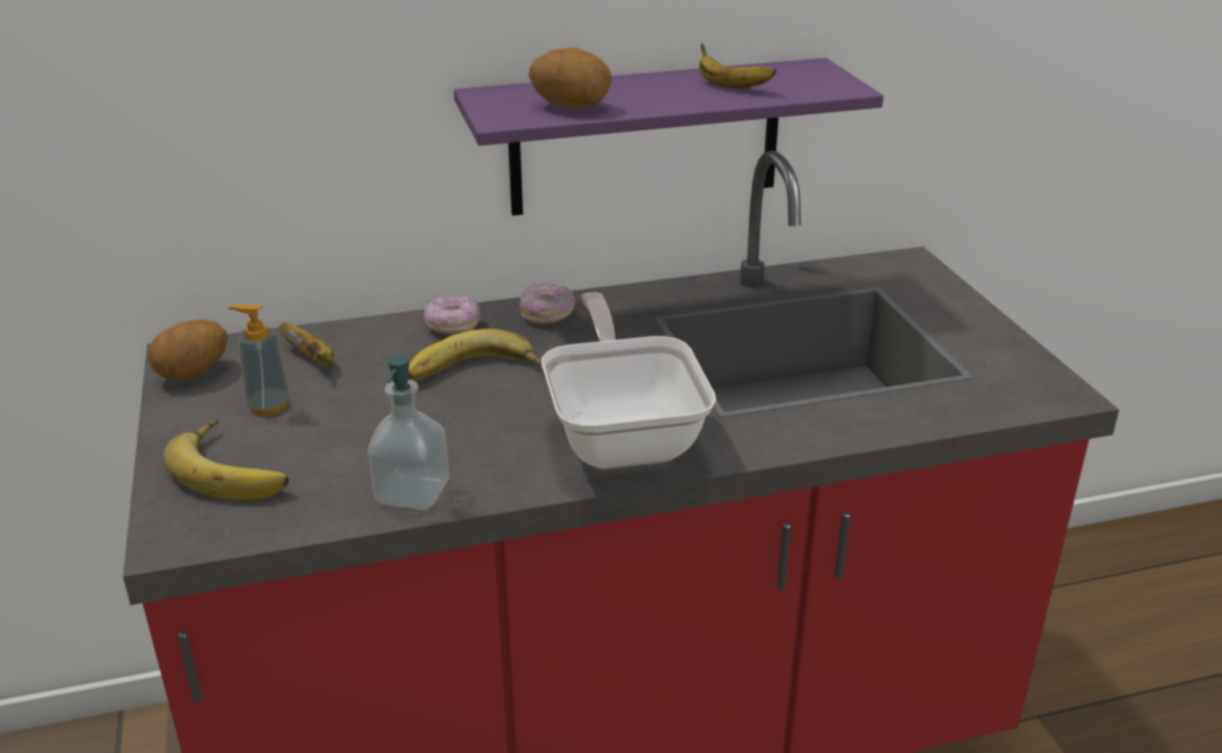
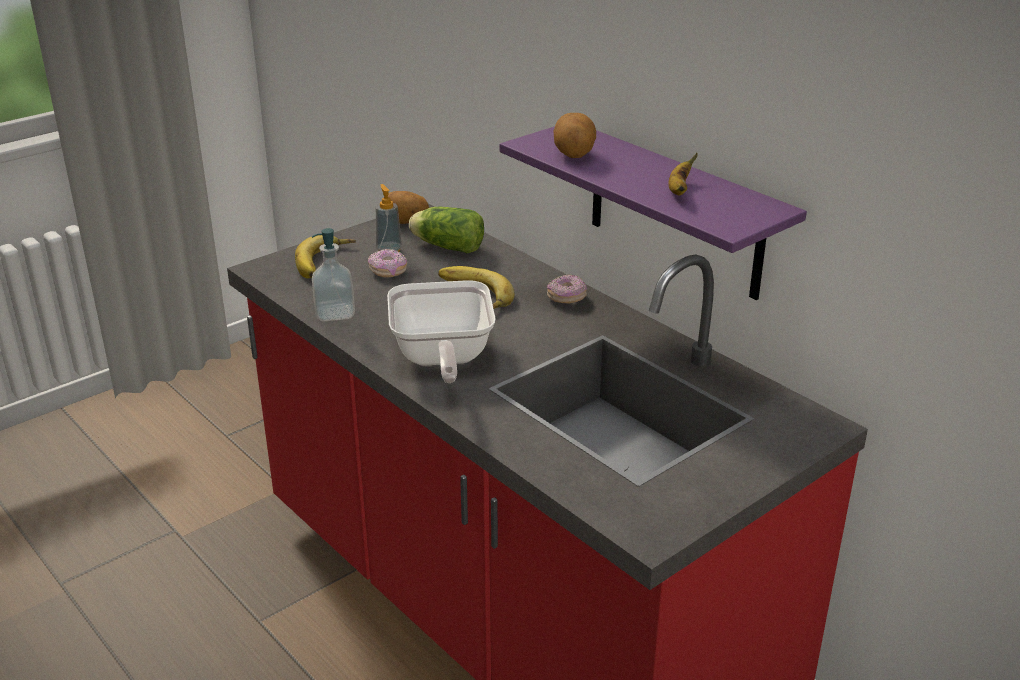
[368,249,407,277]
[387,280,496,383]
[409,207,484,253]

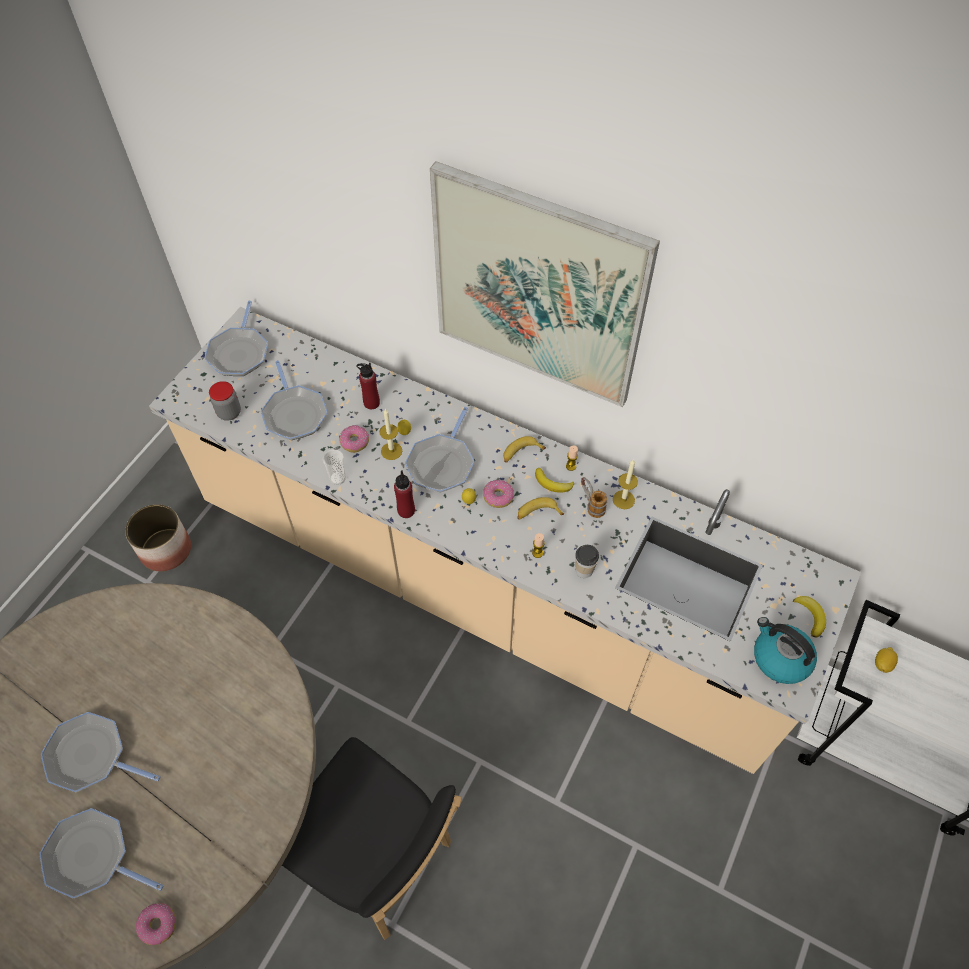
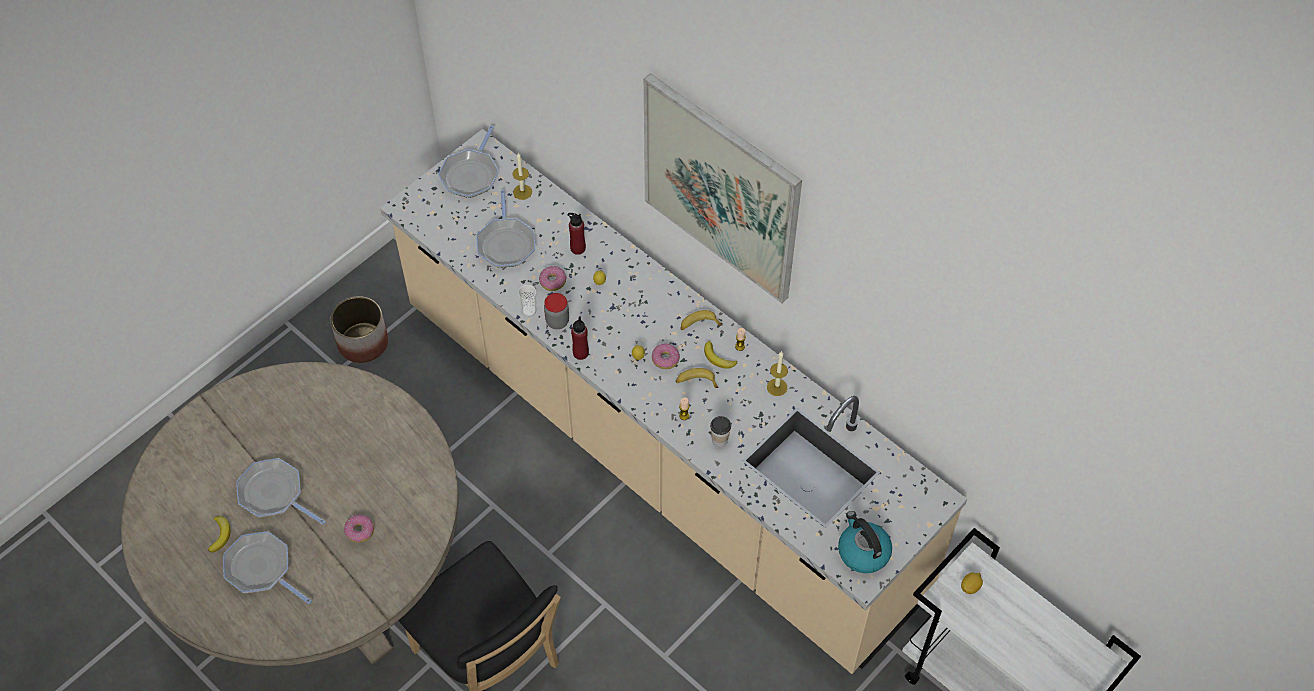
[208,516,231,553]
[344,514,374,543]
[512,153,532,200]
[544,293,569,329]
[405,407,474,493] (first image)
[581,477,607,518] (first image)

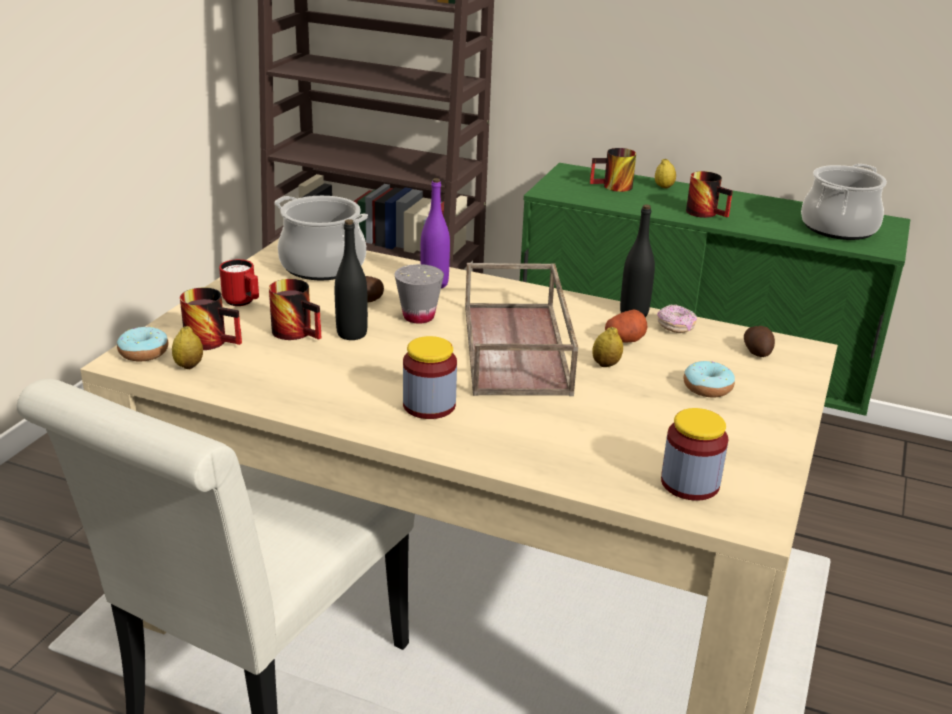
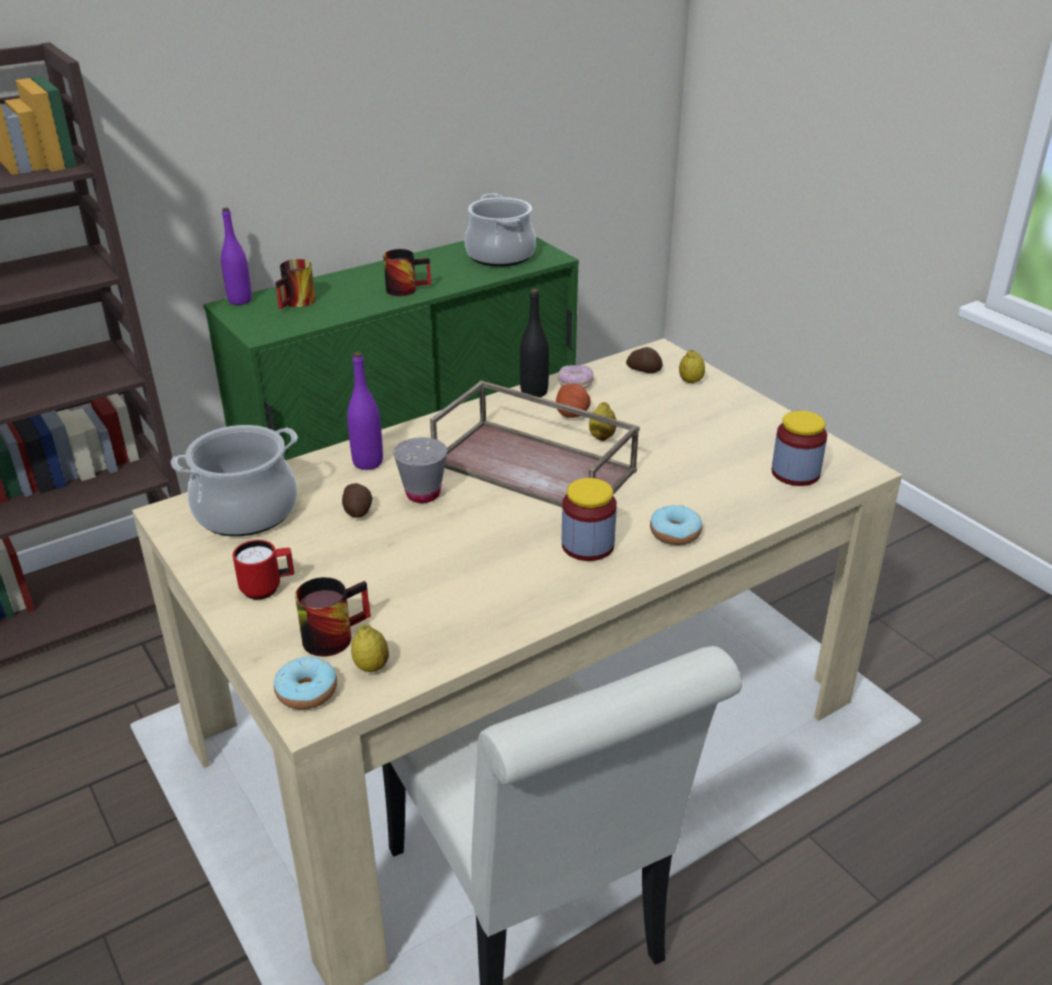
[221,208,252,305]
[650,505,702,545]
[679,350,705,383]
[269,279,321,340] (first image)
[335,219,368,340] (first image)

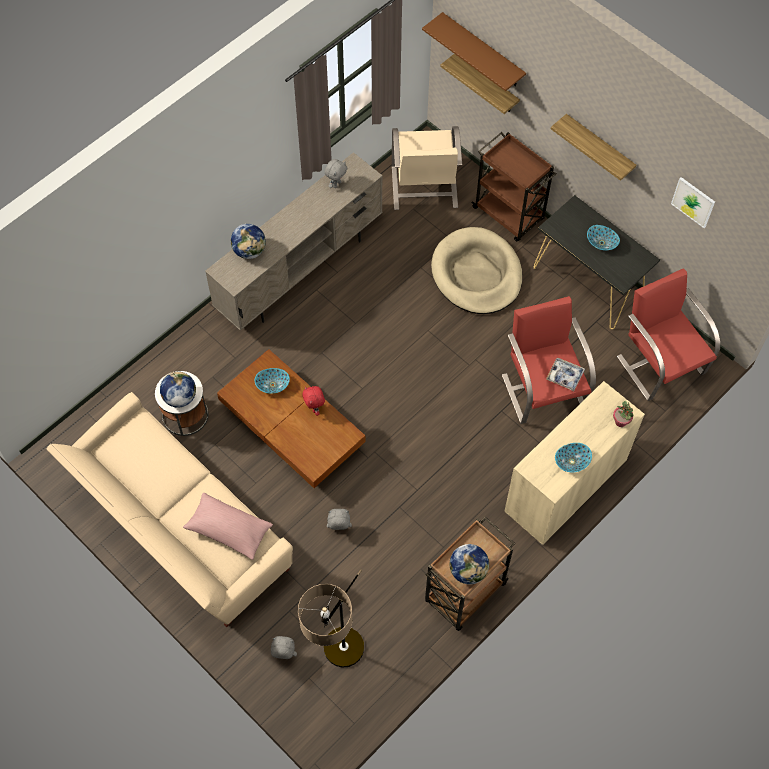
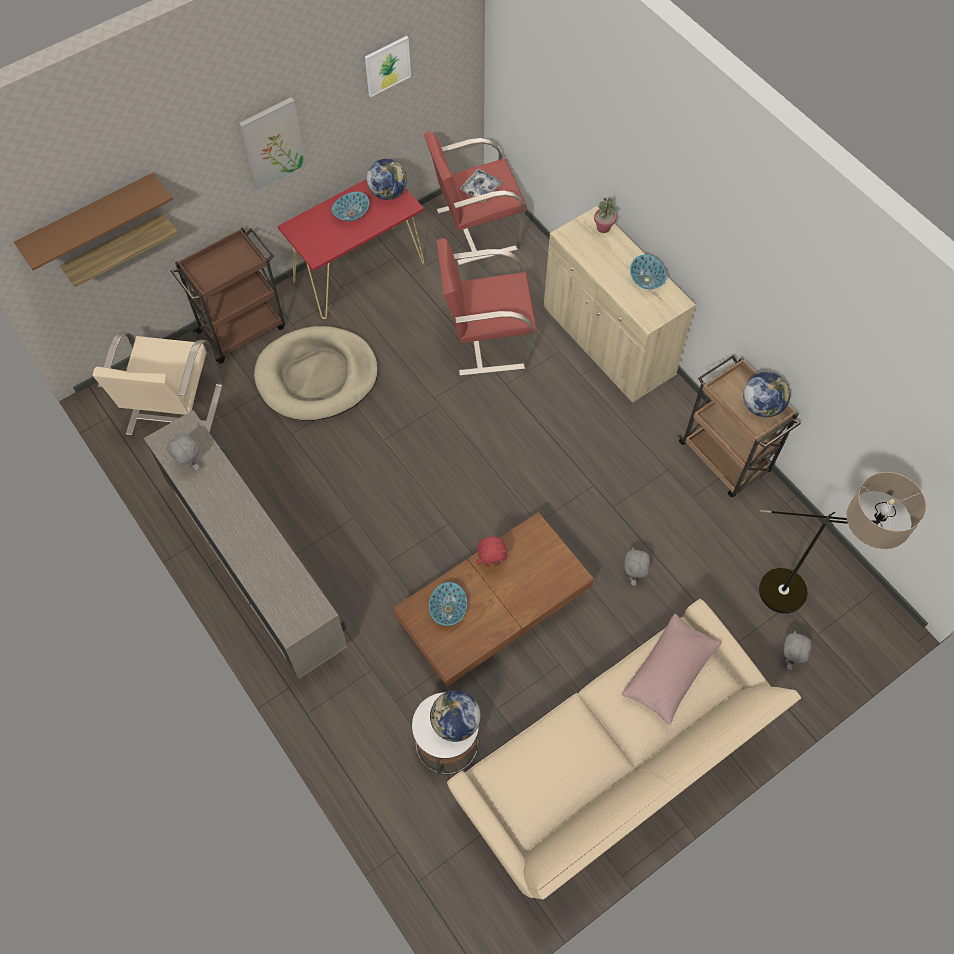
[93,332,222,435]
[239,97,306,190]
[278,179,424,319]
[367,159,407,200]
[460,169,503,202]

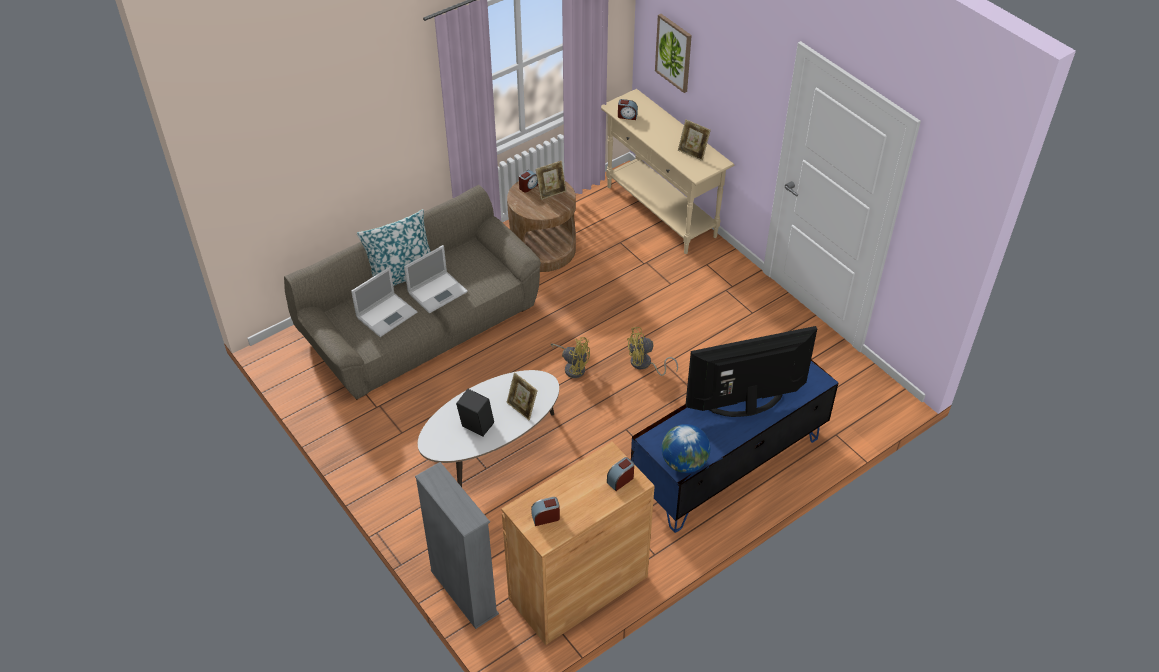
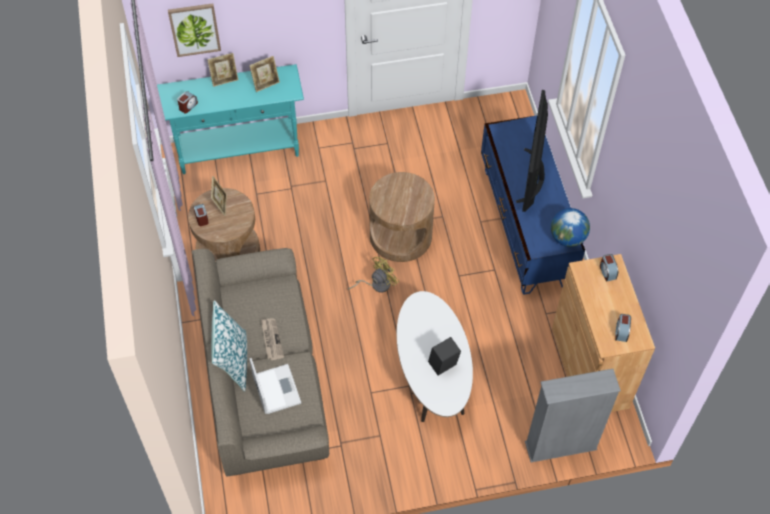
[157,64,304,174]
[207,53,238,87]
[261,318,284,360]
[369,172,435,262]

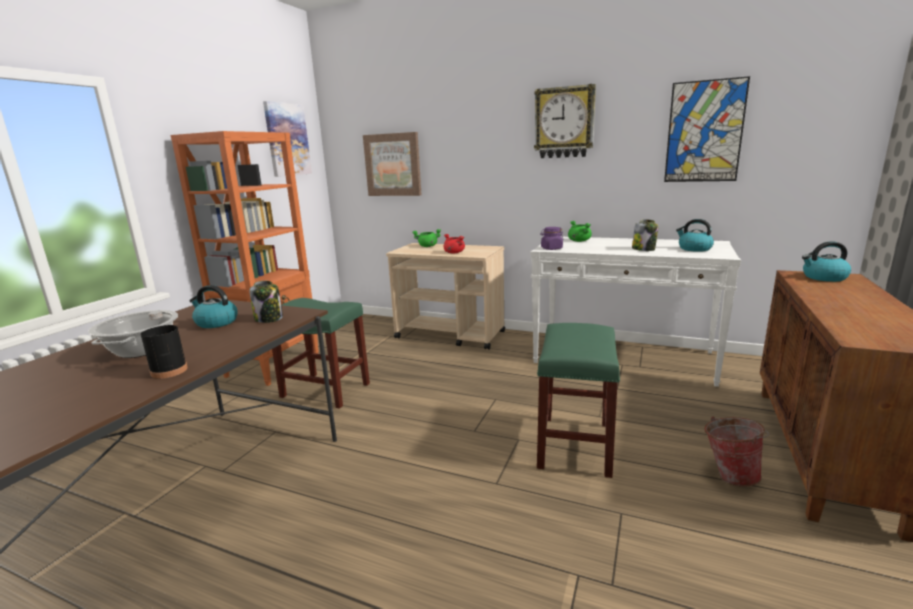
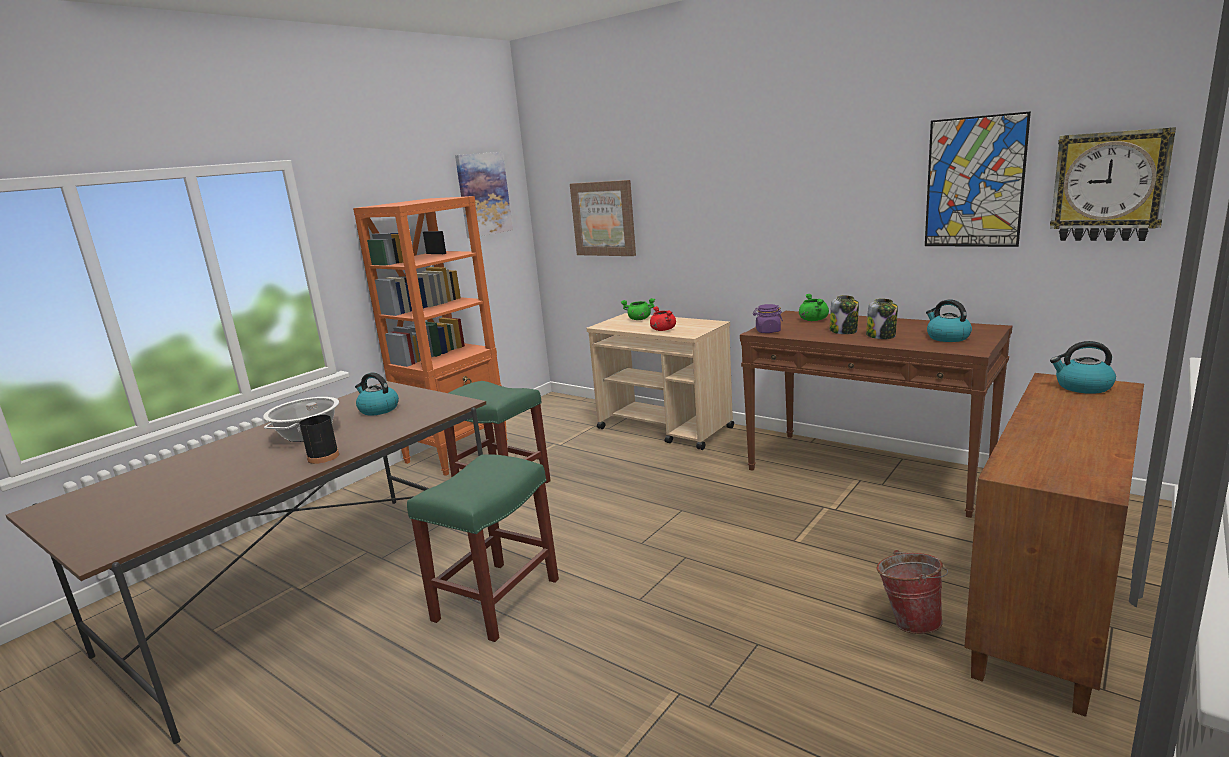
[407,454,559,642]
[740,311,1012,518]
[830,295,859,334]
[1050,127,1176,241]

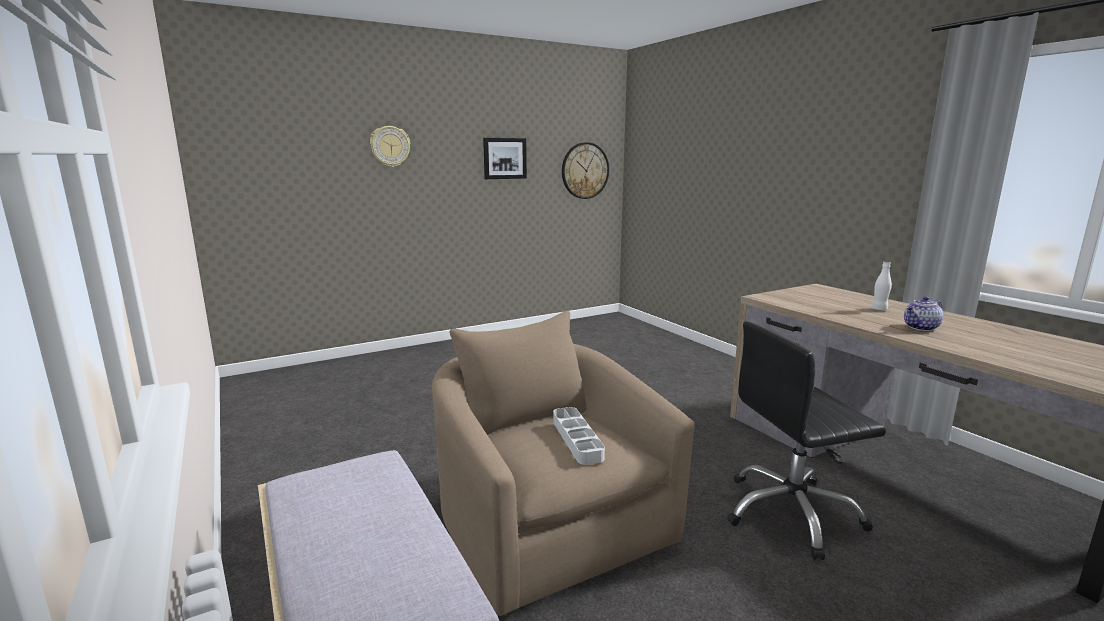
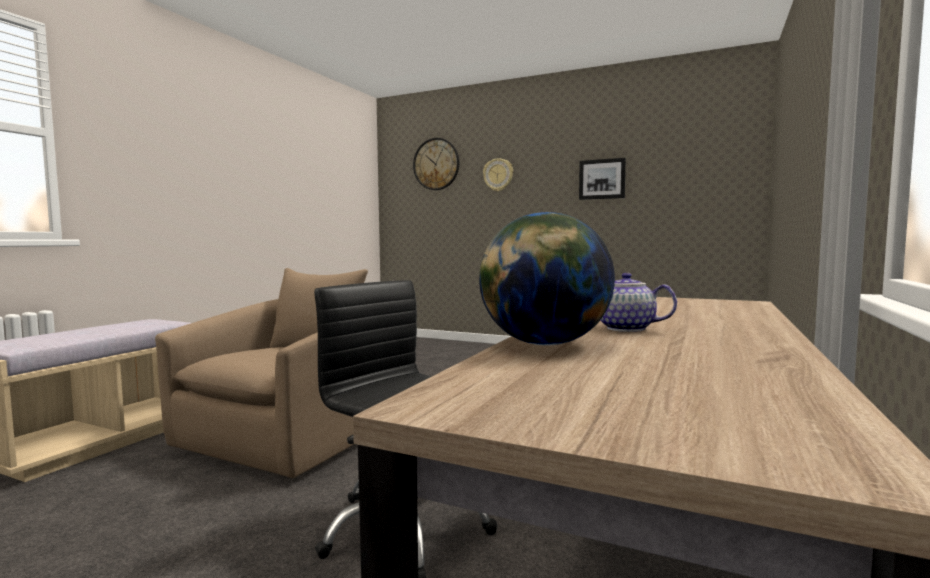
[413,138,460,190]
[479,212,615,346]
[553,407,605,465] (first image)
[871,262,892,310] (first image)

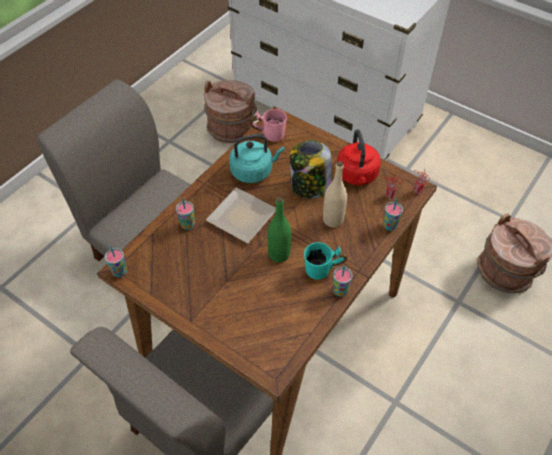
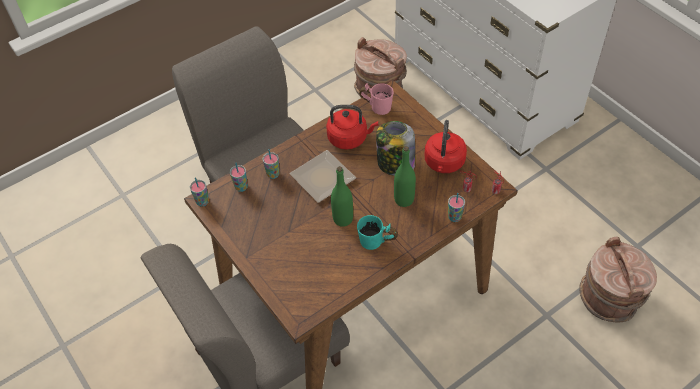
[230,163,248,192]
[326,105,378,150]
[394,146,416,207]

